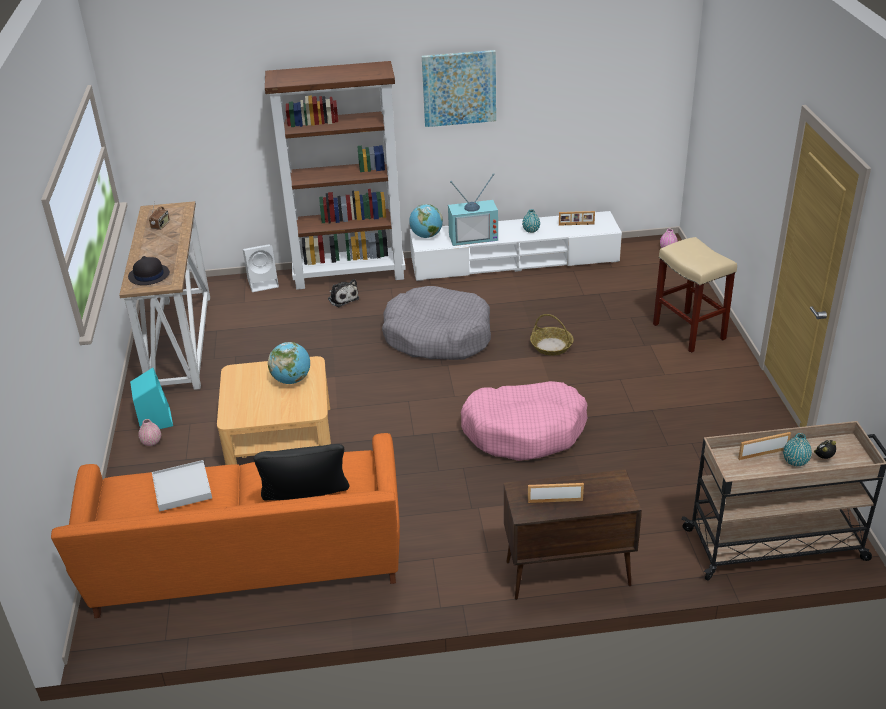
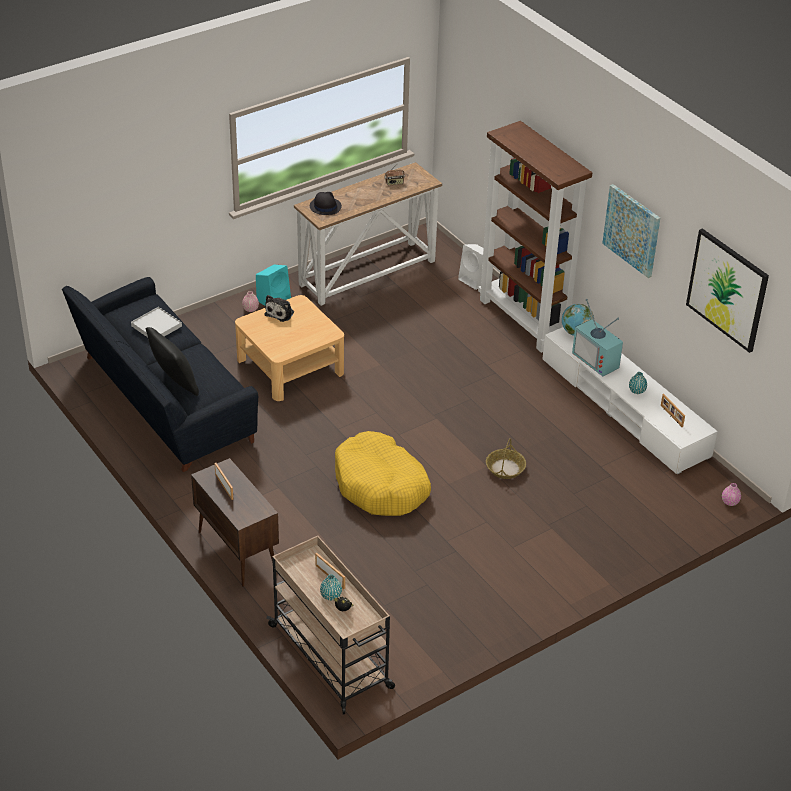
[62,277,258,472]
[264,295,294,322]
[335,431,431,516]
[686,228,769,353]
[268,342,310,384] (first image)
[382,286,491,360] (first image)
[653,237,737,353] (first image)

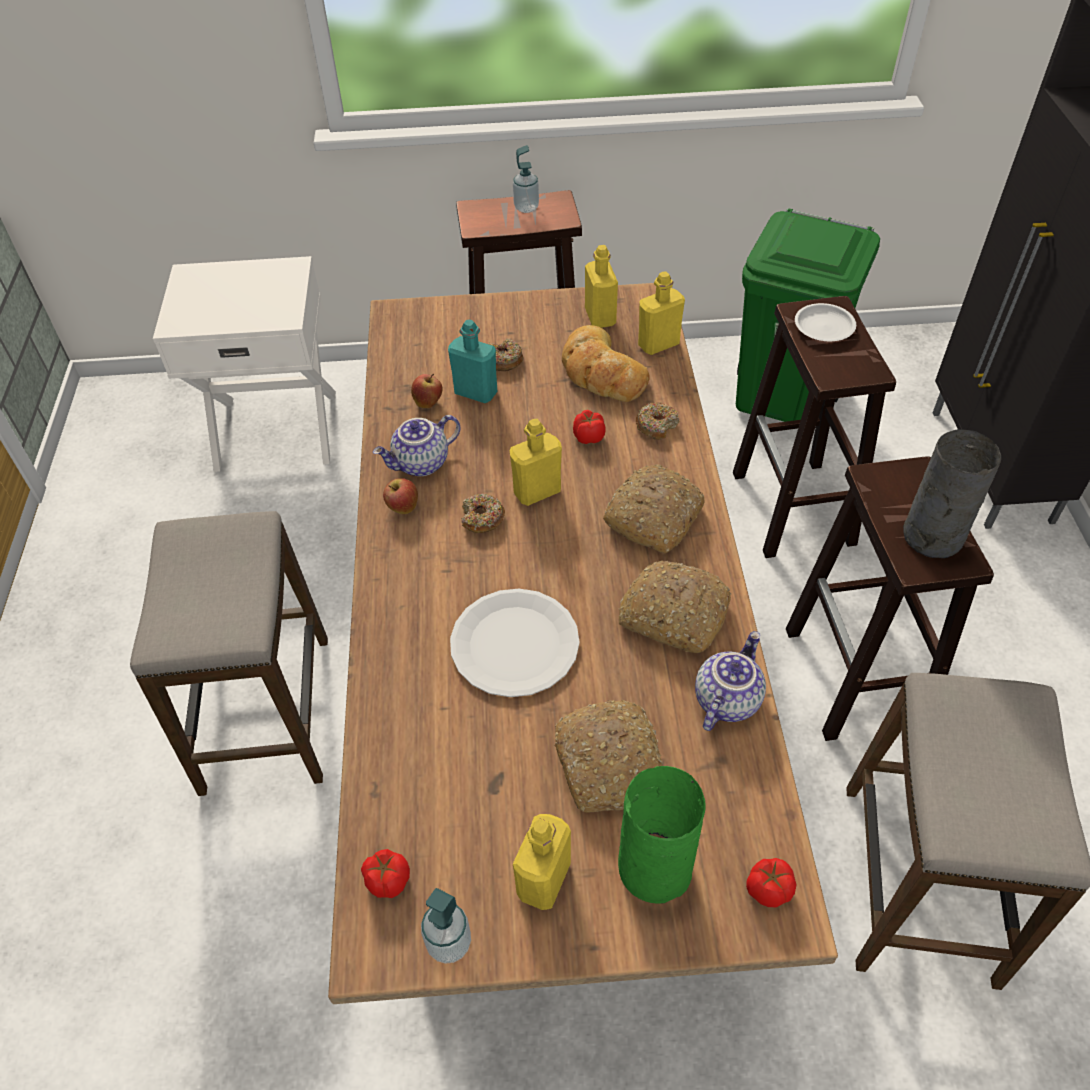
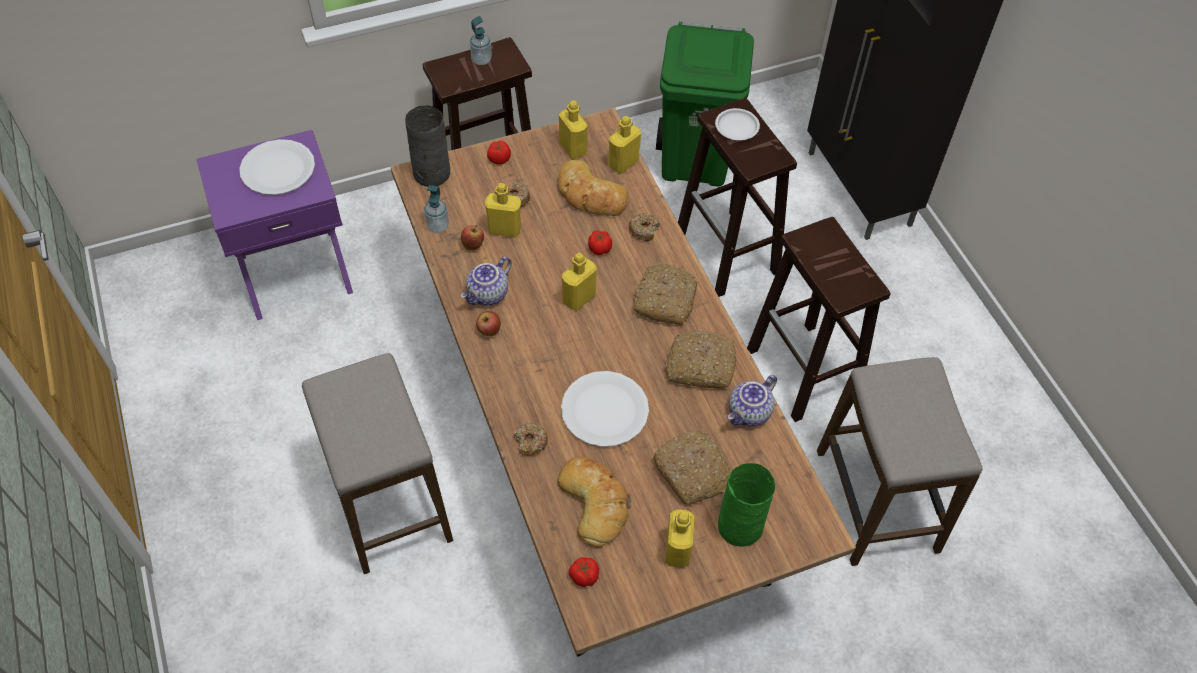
[197,130,353,320]
[239,139,315,195]
[405,106,450,187]
[424,185,449,233]
[485,183,521,238]
[487,141,511,165]
[514,423,548,456]
[558,457,629,548]
[728,375,777,427]

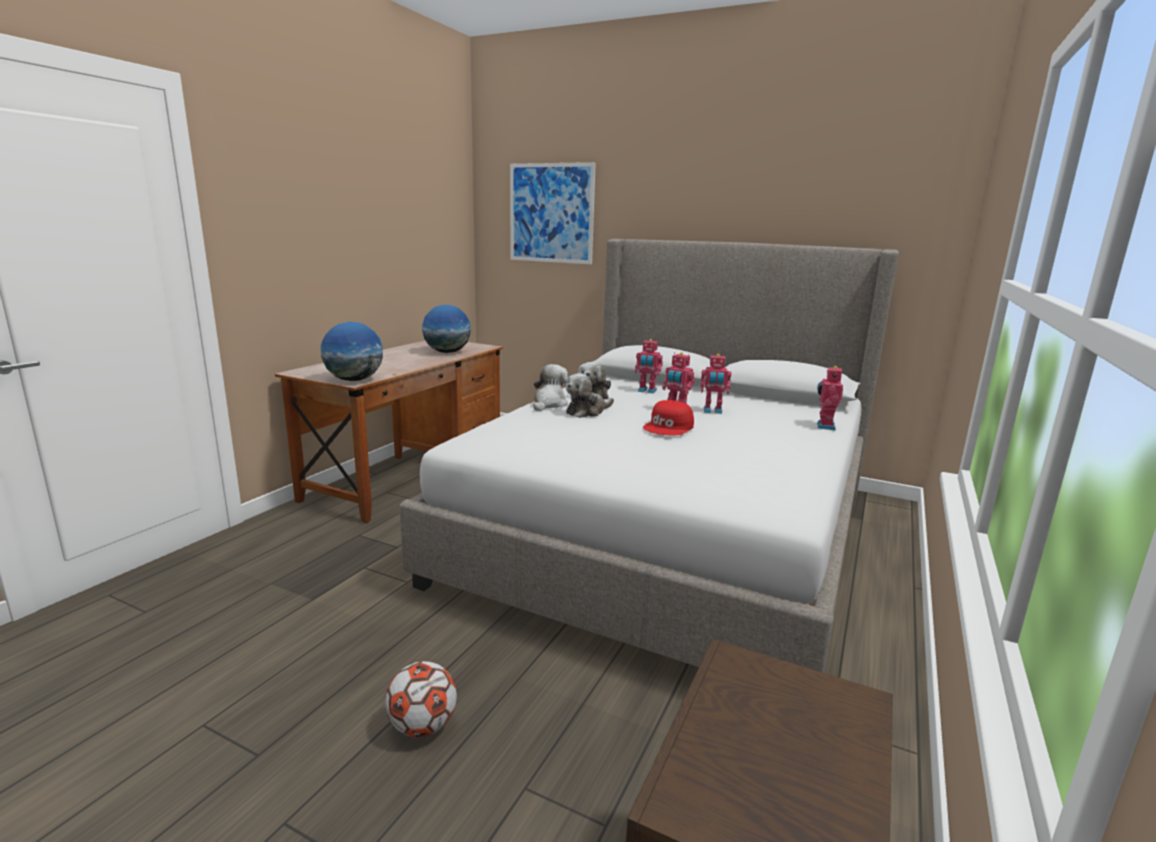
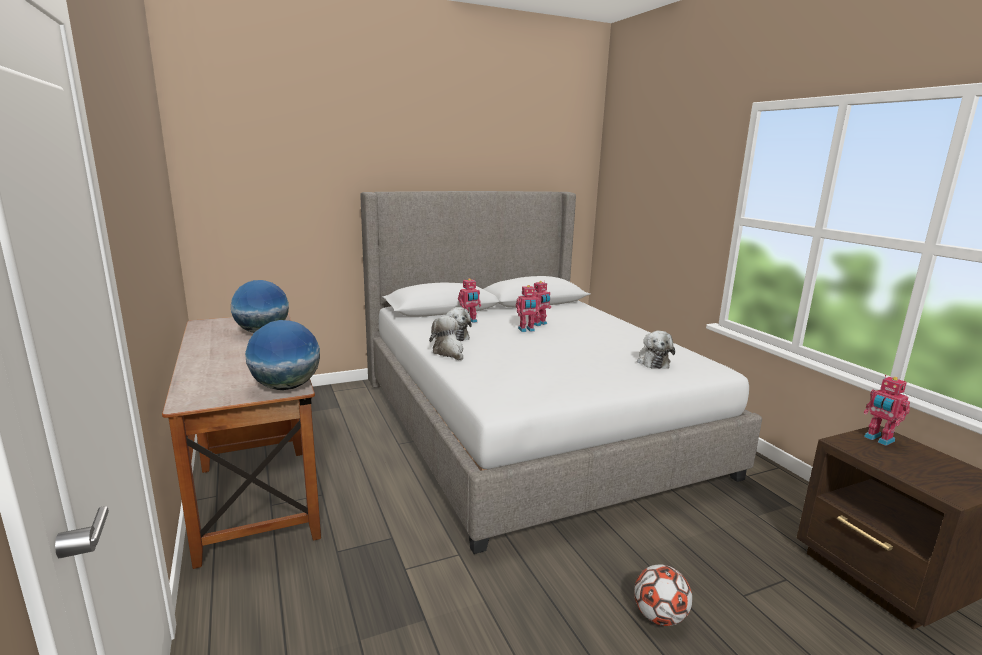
[637,331,675,369]
[864,375,910,446]
[510,162,596,264] (first image)
[643,400,694,436] (first image)

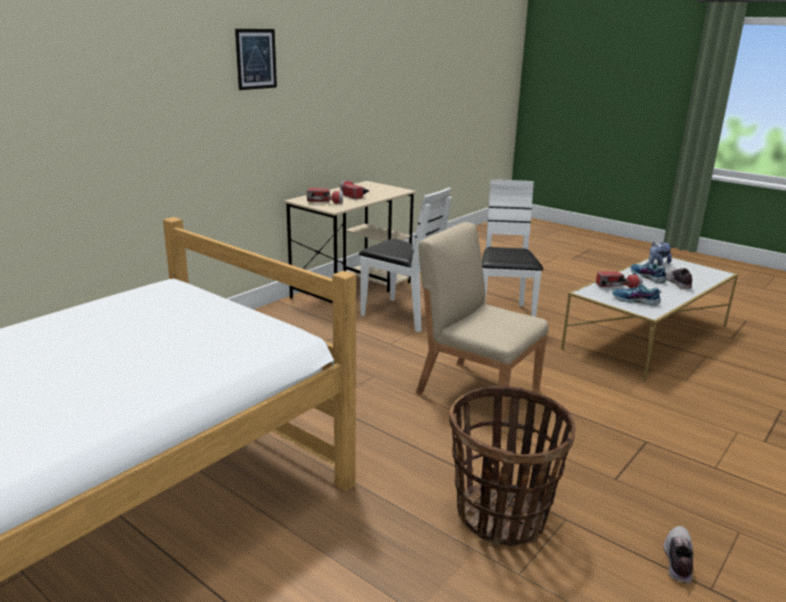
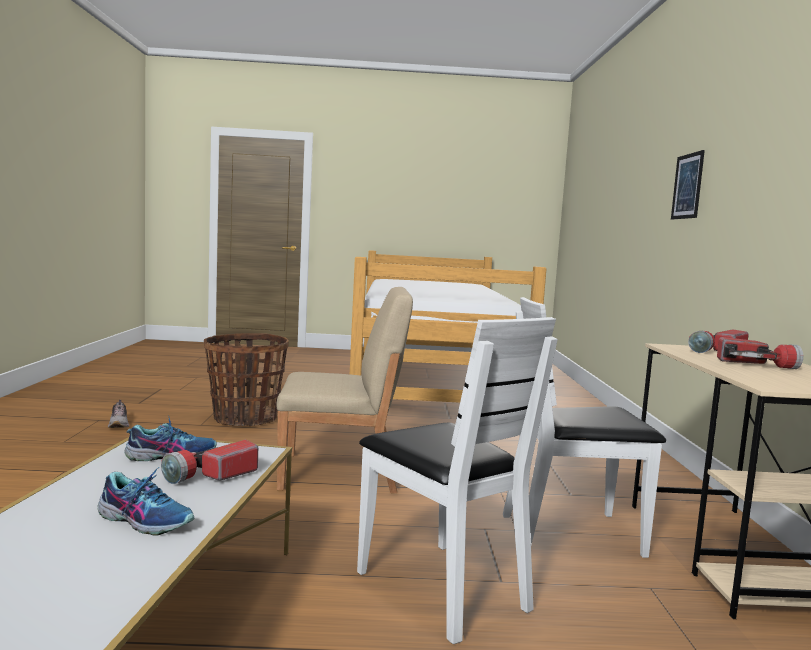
[671,150,705,219]
[649,242,672,266] (first image)
[666,267,692,289] (first image)

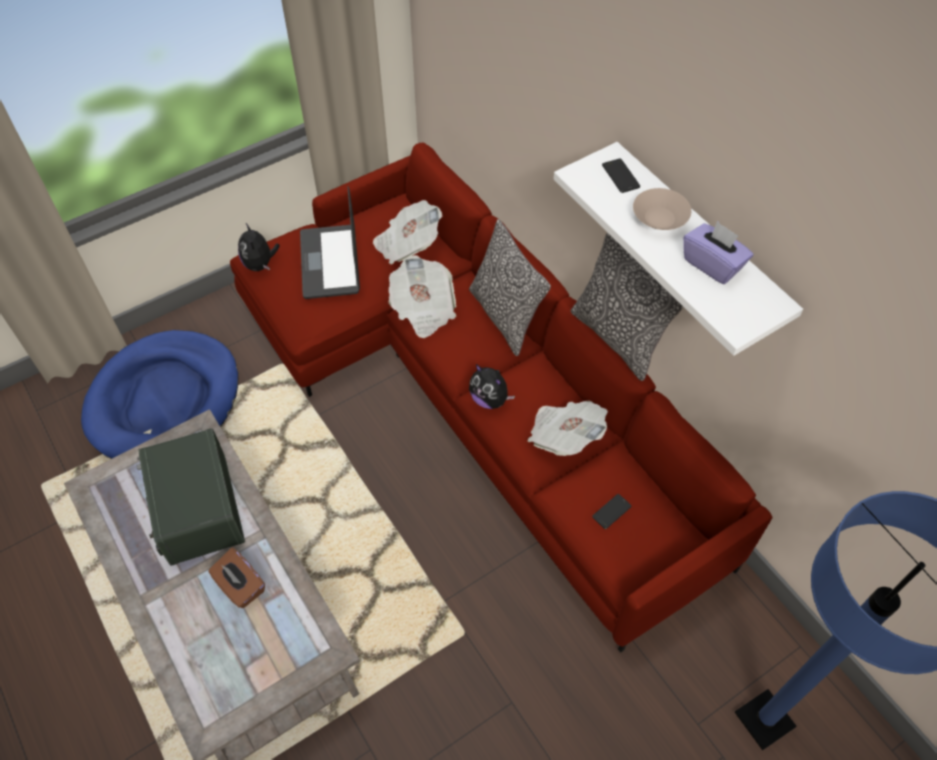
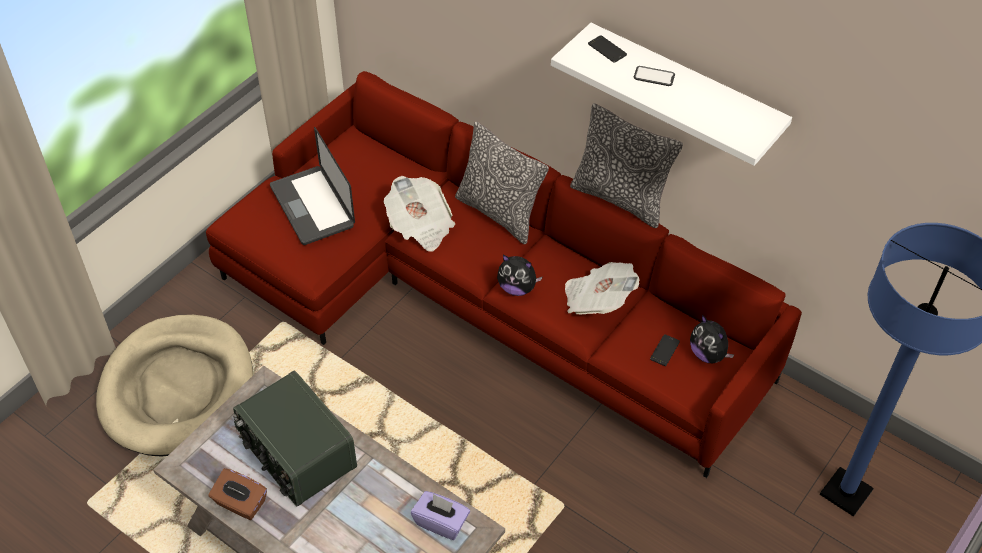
[96,315,253,456]
[209,468,267,520]
[411,491,470,540]
[634,66,675,86]
[690,314,734,363]
[373,200,442,264] (first image)

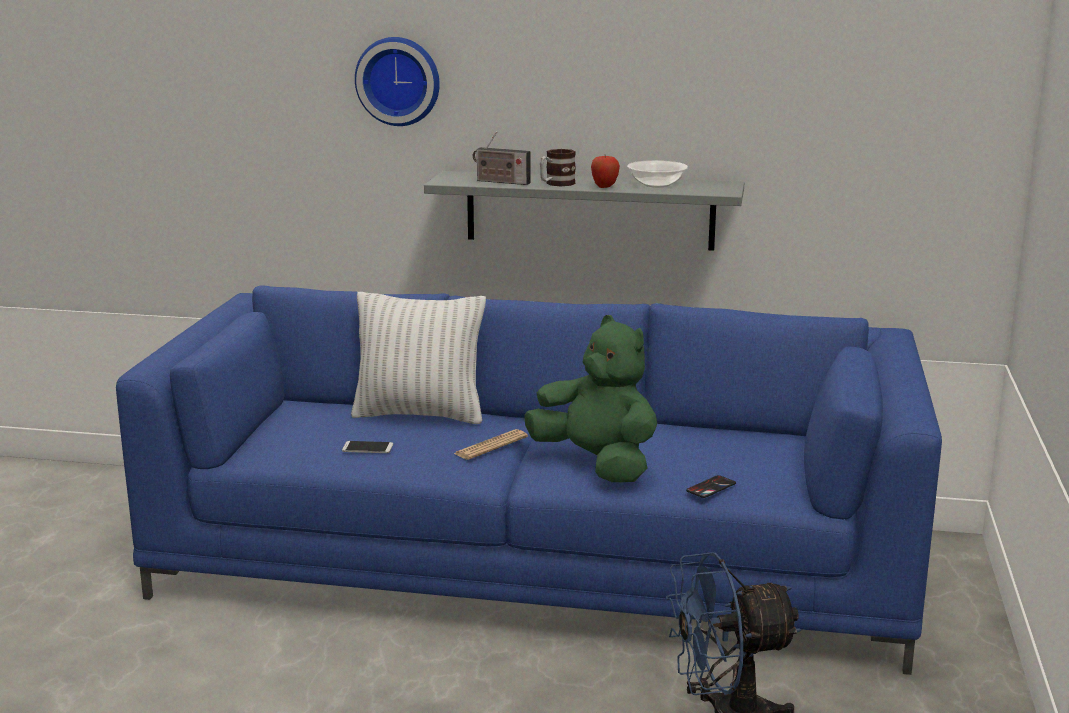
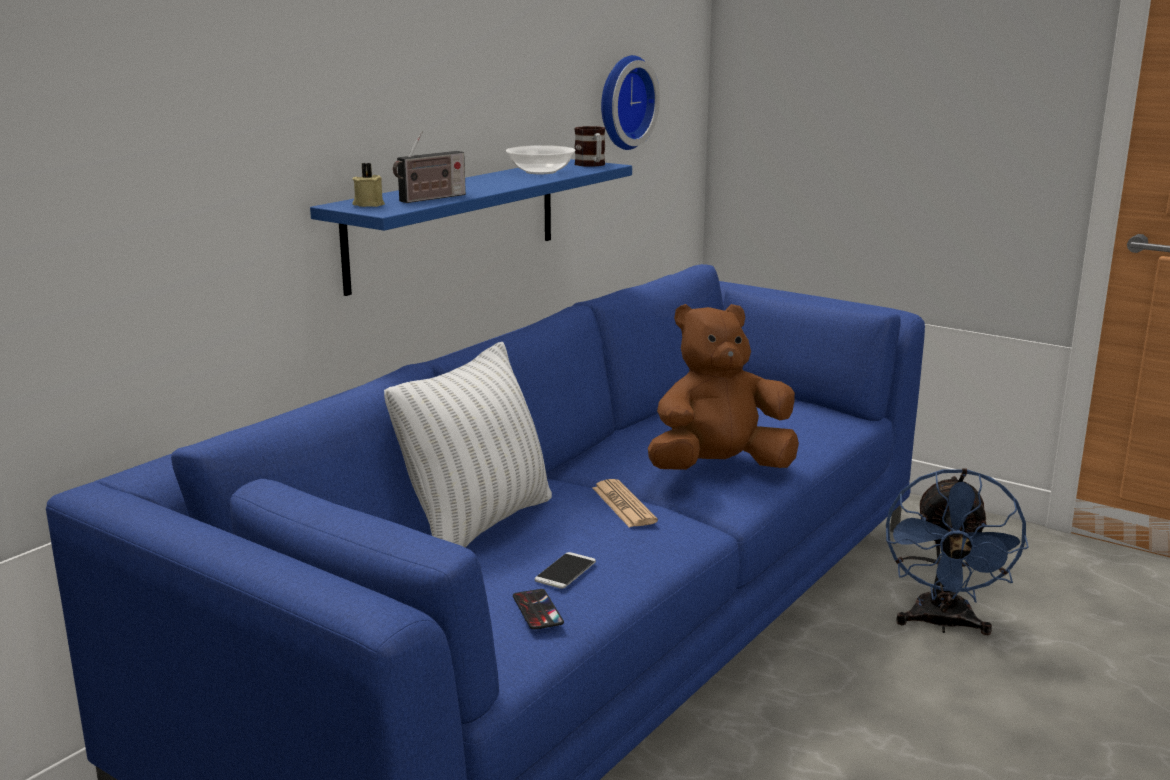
[310,159,632,296]
[352,163,385,207]
[513,589,564,630]
[574,126,605,167]
[601,55,660,150]
[648,304,799,470]
[591,156,620,188] (first image)

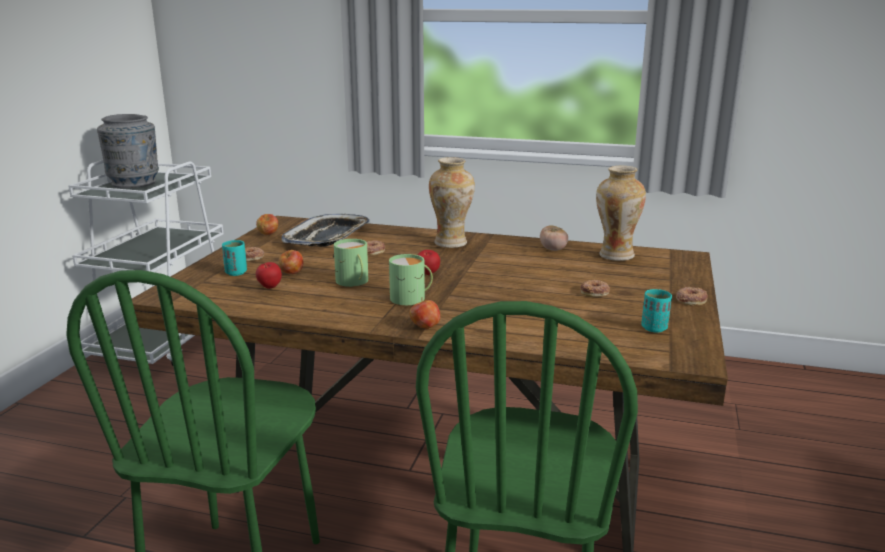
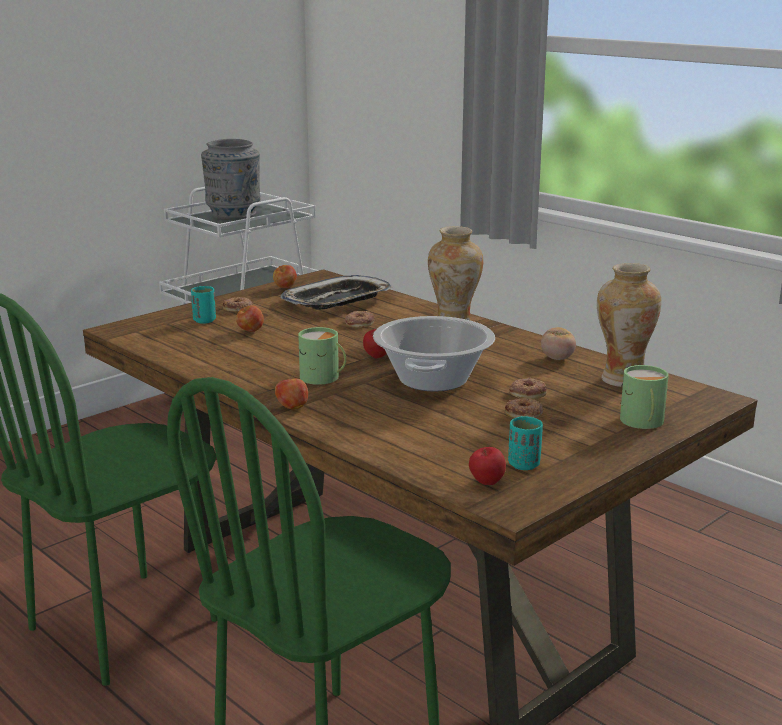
[373,316,495,392]
[469,447,506,485]
[509,377,547,399]
[620,365,669,429]

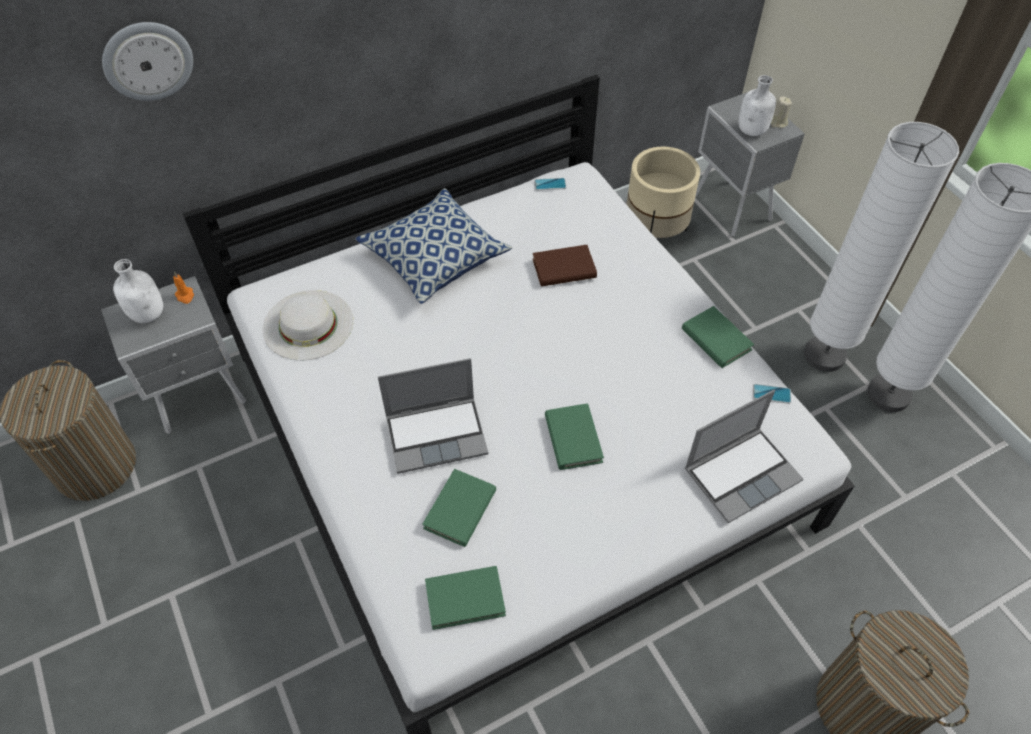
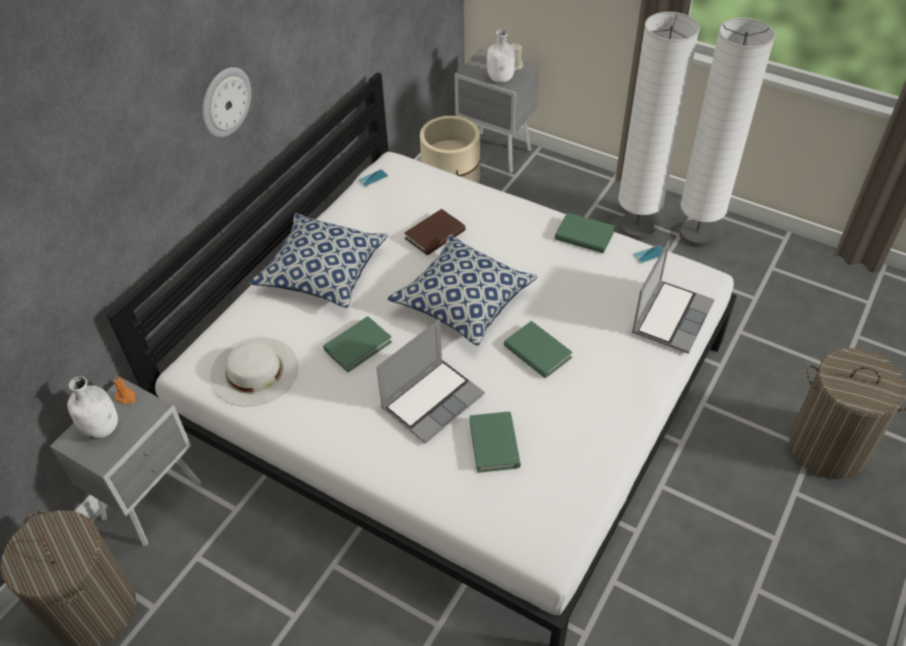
[202,67,251,138]
[323,316,392,372]
[387,235,538,346]

